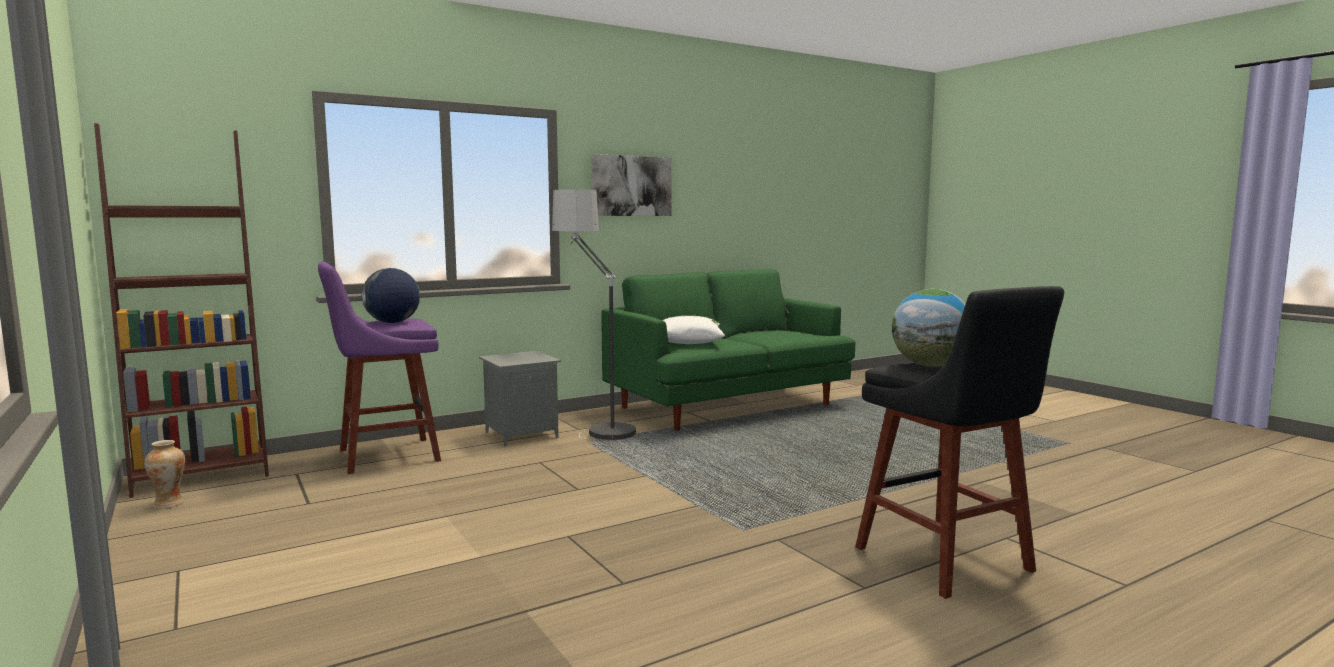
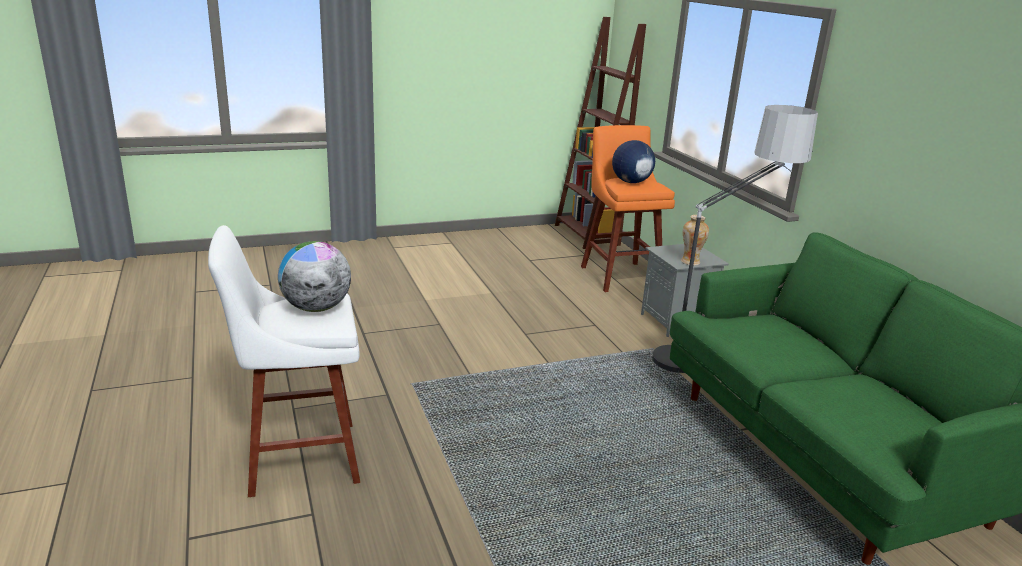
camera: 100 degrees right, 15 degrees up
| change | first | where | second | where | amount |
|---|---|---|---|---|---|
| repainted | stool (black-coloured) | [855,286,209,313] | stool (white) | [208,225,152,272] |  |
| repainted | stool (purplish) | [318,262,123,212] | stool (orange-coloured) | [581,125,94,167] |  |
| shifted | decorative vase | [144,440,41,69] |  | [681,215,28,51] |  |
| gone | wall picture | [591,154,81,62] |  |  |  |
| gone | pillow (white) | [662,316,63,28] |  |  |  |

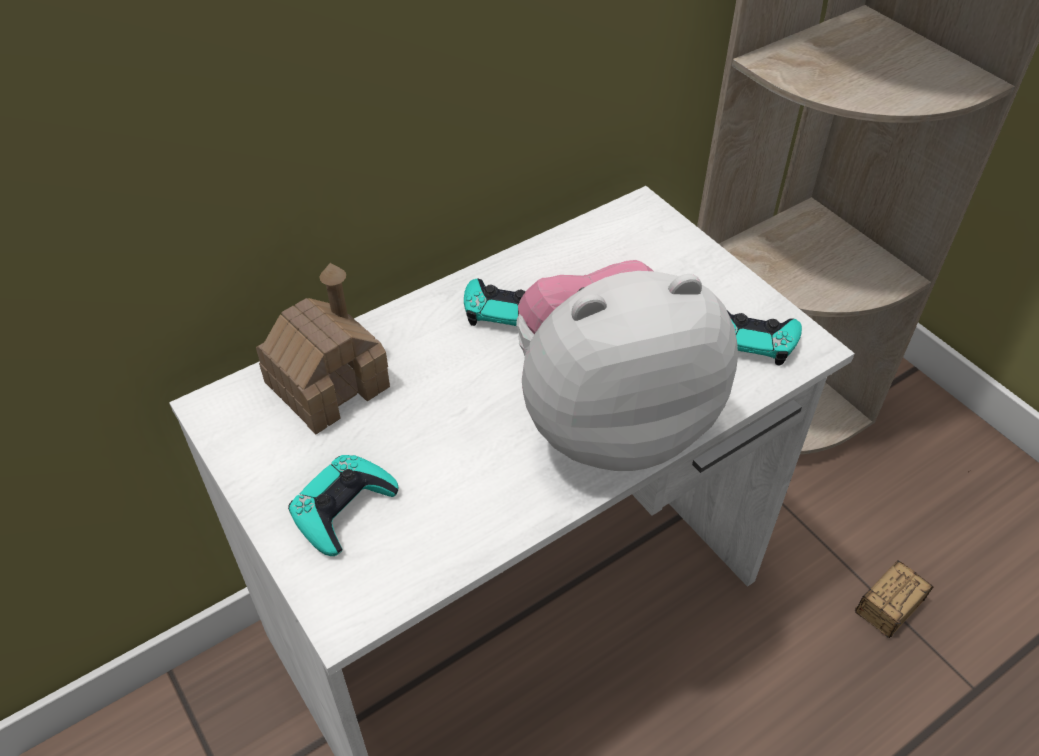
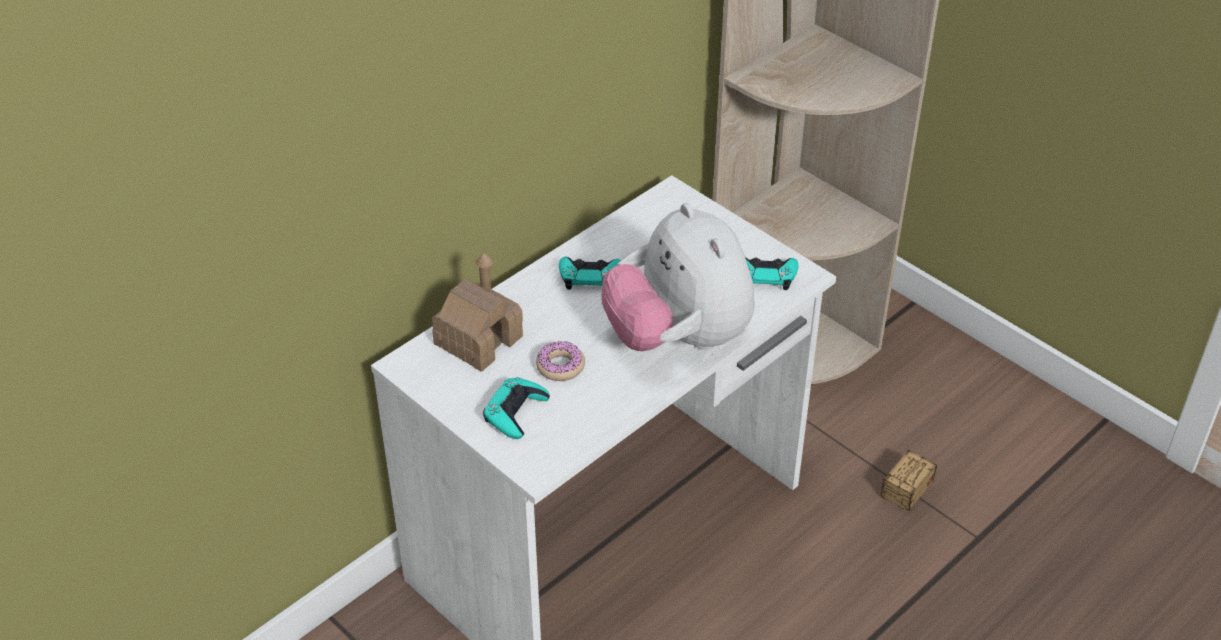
camera: 10 degrees left, 5 degrees down
| change | first | where | second | where | amount |
|---|---|---|---|---|---|
| new |  |  | donut | [536,341,49,40] |  |
| rotated | plush toy | [516,260,222,211] |  | [602,203,153,148] | 90 degrees counterclockwise |

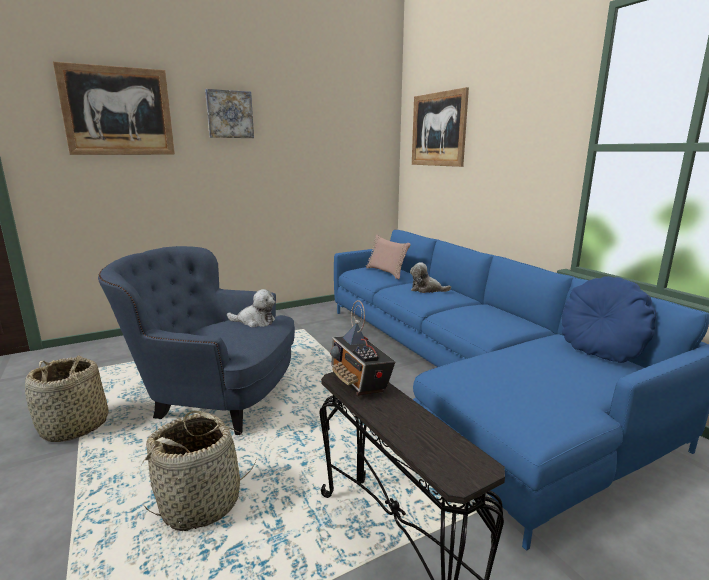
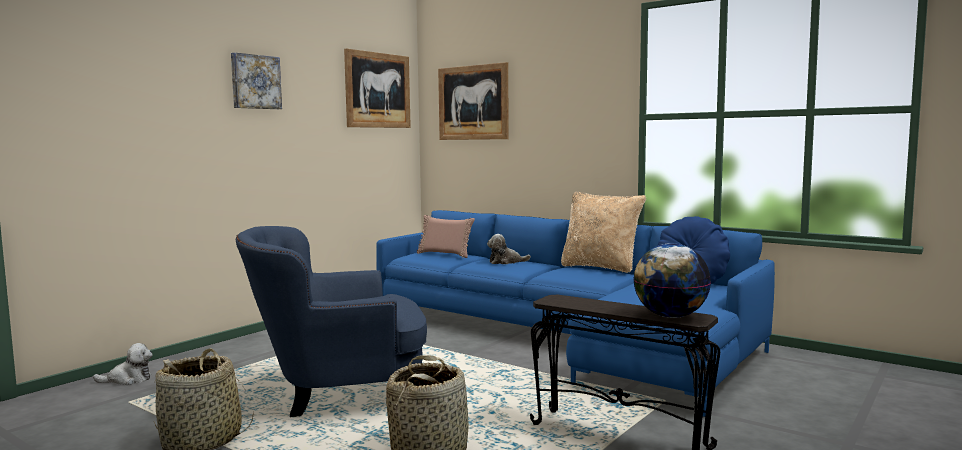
camera: 25 degrees left, 10 degrees down
| change | first | where | second | where | amount |
|---|---|---|---|---|---|
| shifted | plush toy | [227,289,48,38] |  | [93,343,60,42] |  |
| shifted | wall picture | [53,62,122,93] |  | [344,48,67,80] |  |
| new |  |  | pillow (beige-coloured) | [561,192,85,81] |  |
| new |  |  | desk globe | [633,243,78,75] |  |
| gone | radio set | [330,300,65,96] |  |  |  |

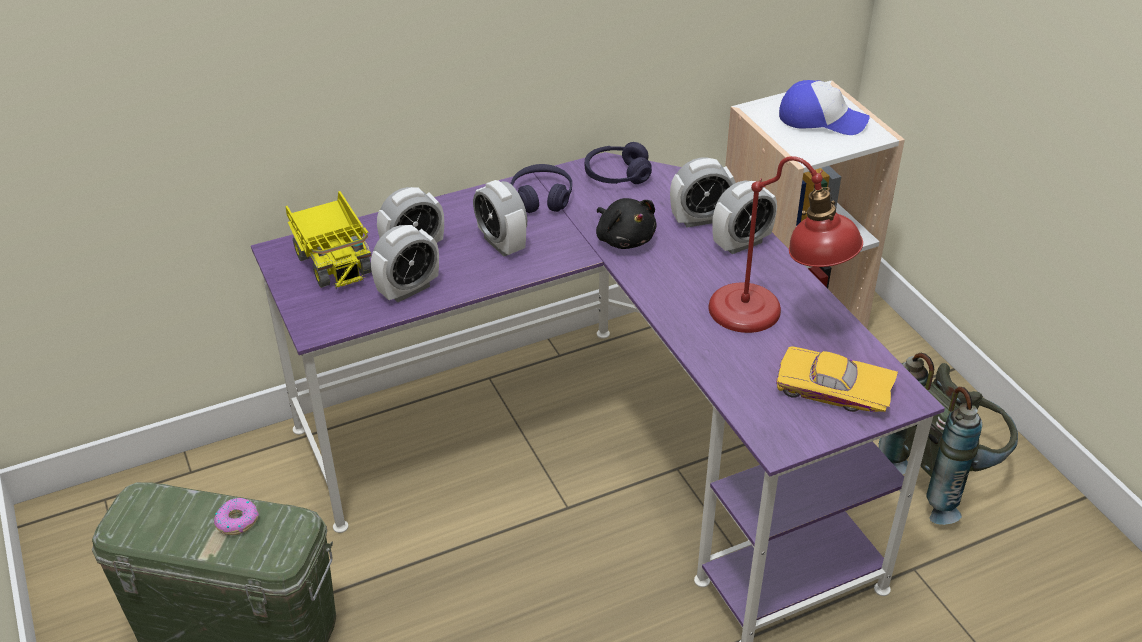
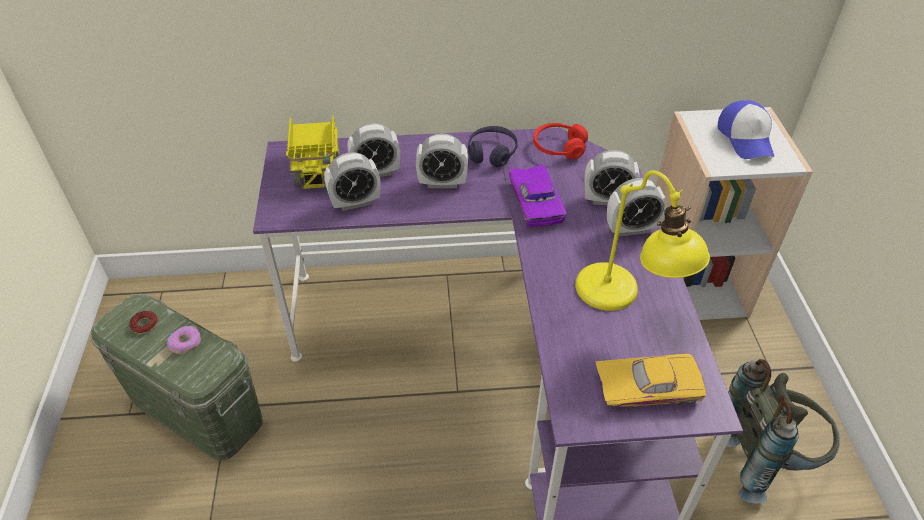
camera: 20 degrees right, 5 degrees up
| change | first | where | second | where | amount |
|---|---|---|---|---|---|
| new |  |  | donut | [129,311,29,23] |  |
| rotated | bedside clock | [473,180,54,76] |  | [416,133,52,55] | 75 degrees counterclockwise |
| swapped | plush toy (black-coloured) | [596,198,61,51] | model car (purplish) | [508,164,59,63] |  |
| repainted | pair of headphones (purplish) | [585,142,67,42] | pair of headphones (reddish) | [533,123,55,36] |  |
| repainted | tabletop lamp (reddish) | [709,156,154,177] | tabletop lamp (yellow) | [575,171,135,140] |  |
| rotated | model car (yellow) | [776,346,122,66] |  | [595,354,111,54] | 135 degrees clockwise |
| rotated | baseball cap | [779,80,91,55] |  | [718,100,56,59] | 45 degrees clockwise |

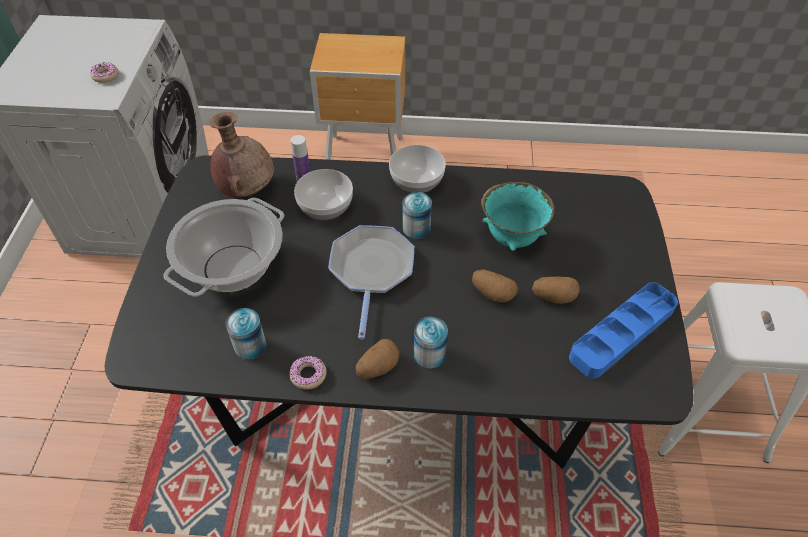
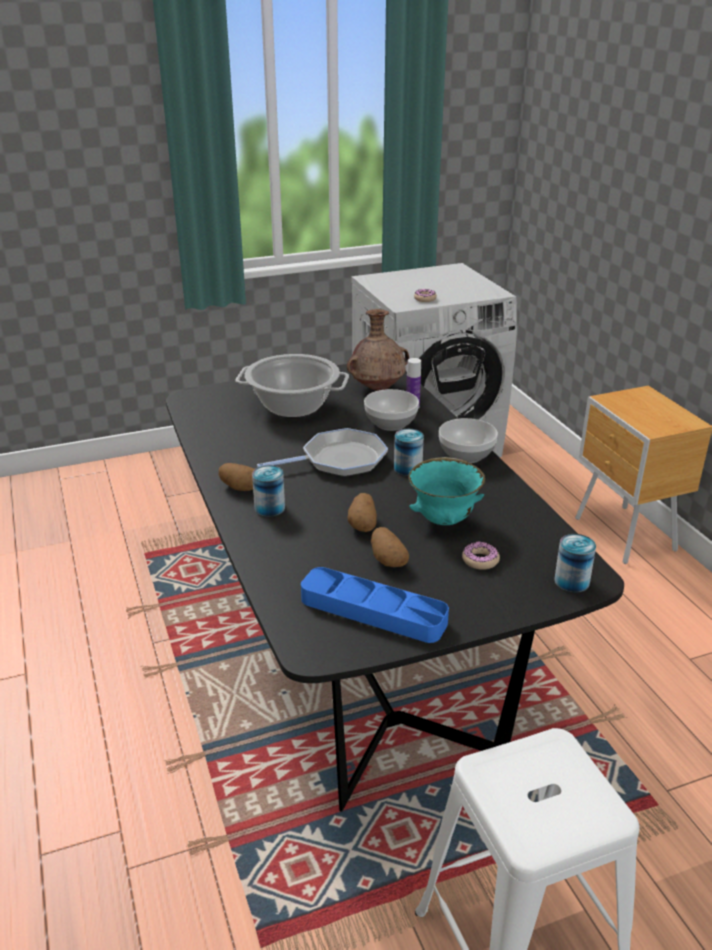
camera: 65 degrees right, 20 degrees down
| change | first | where | second | where | amount |
|---|---|---|---|---|---|
| shifted | donut | [289,356,37,34] |  | [462,541,38,29] |  |
| shifted | sealed can | [226,308,40,52] |  | [554,534,42,58] |  |

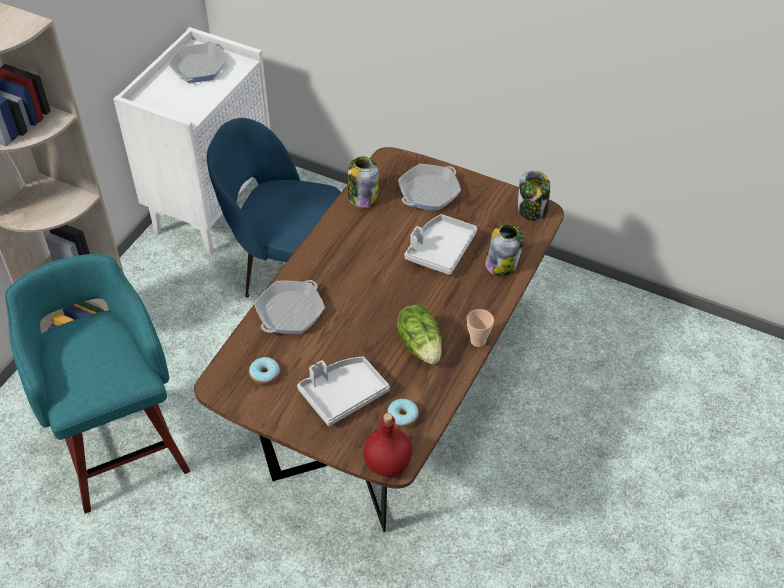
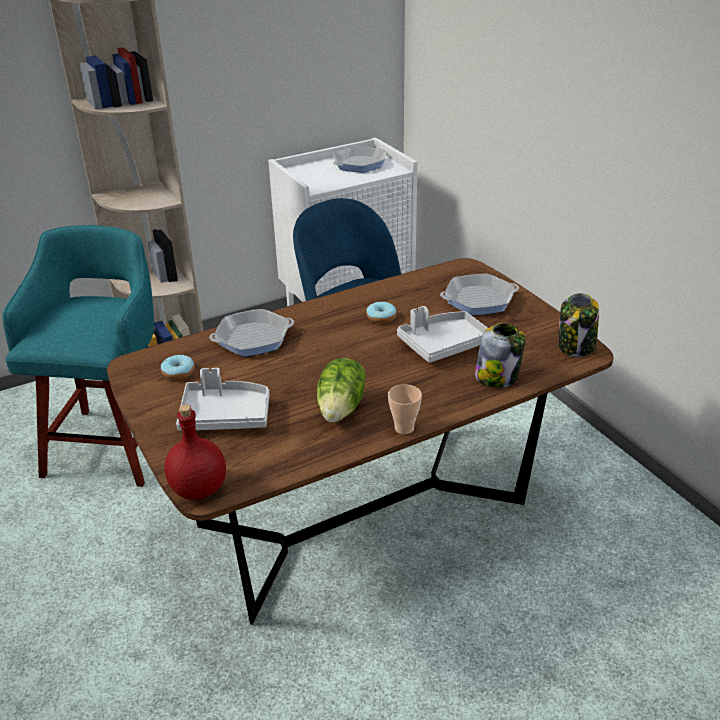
camera: 35 degrees right, 15 degrees down
| change | first | where | second | where | amount |
|---|---|---|---|---|---|
| shifted | donut | [387,399,32,28] |  | [366,302,31,22] |  |
| gone | jar | [348,157,31,51] |  |  |  |

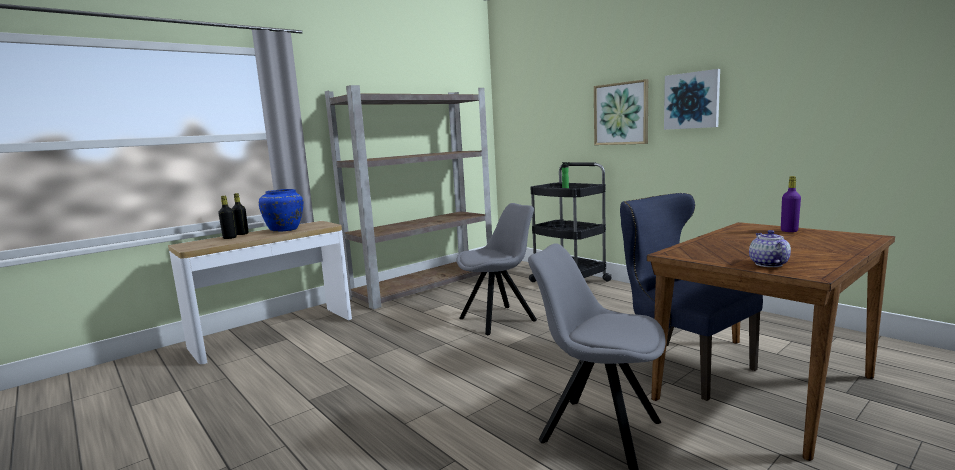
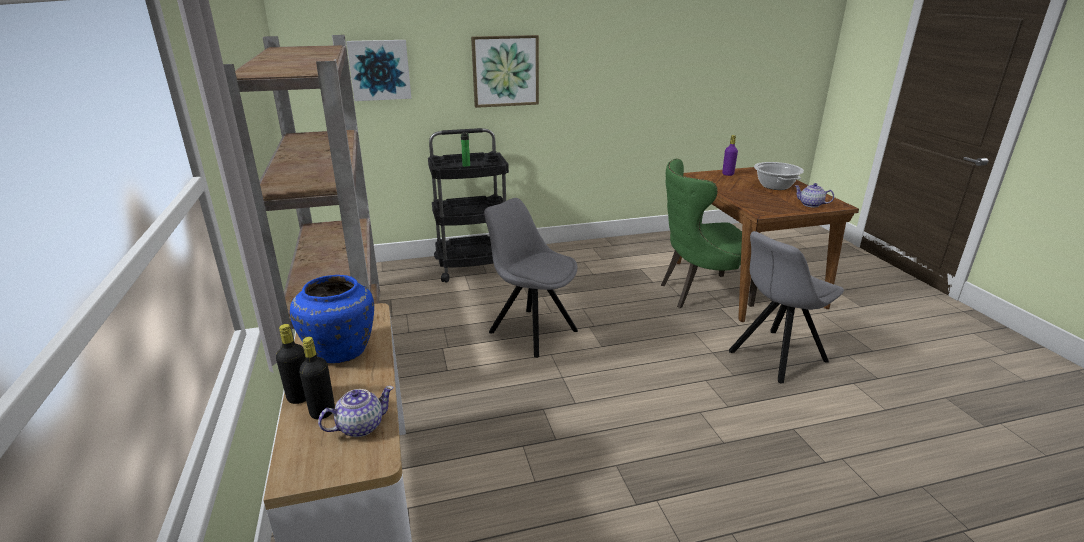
camera: 65 degrees left, 15 degrees up
| change | first | where | second | where | amount |
|---|---|---|---|---|---|
| new |  |  | teapot | [318,386,76,51] |  |
| shifted | wall picture | [664,69,56,61] |  | [346,40,65,61] |  |
| rotated | upright chair (grey) | [457,203,80,132] |  | [484,198,94,160] | 45 degrees counterclockwise |
| repainted | upright chair (bluish) | [620,193,143,208] | upright chair (green) | [661,159,96,149] |  |
| new |  |  | stockpot | [754,162,50,28] |  |

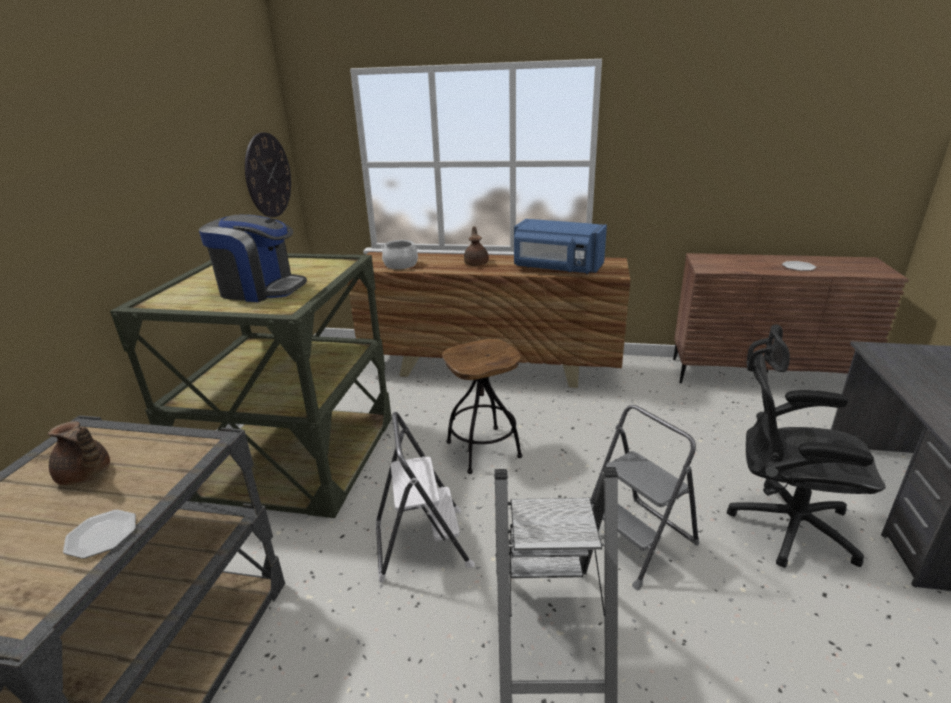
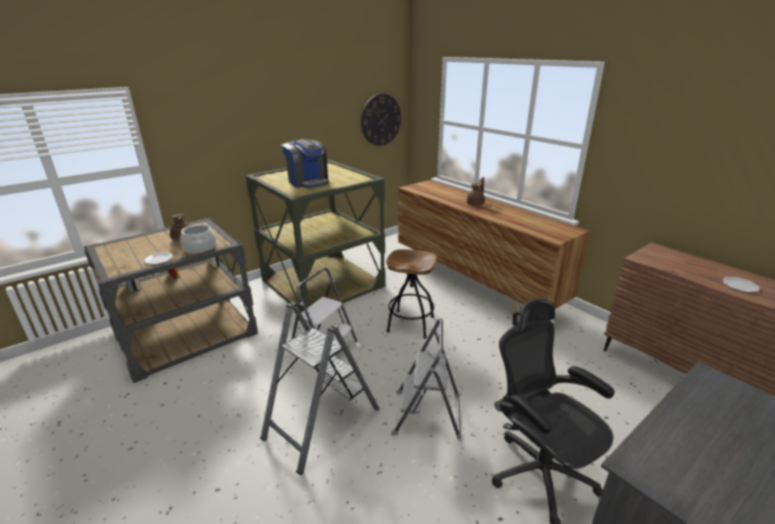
camera: 40 degrees right, 0 degrees up
| change | first | where | second | where | amount |
|---|---|---|---|---|---|
| shifted | stockpot | [381,240,37,29] |  | [180,224,36,29] |  |
| gone | kitchen microwave (bluish) | [514,219,93,55] |  |  |  |

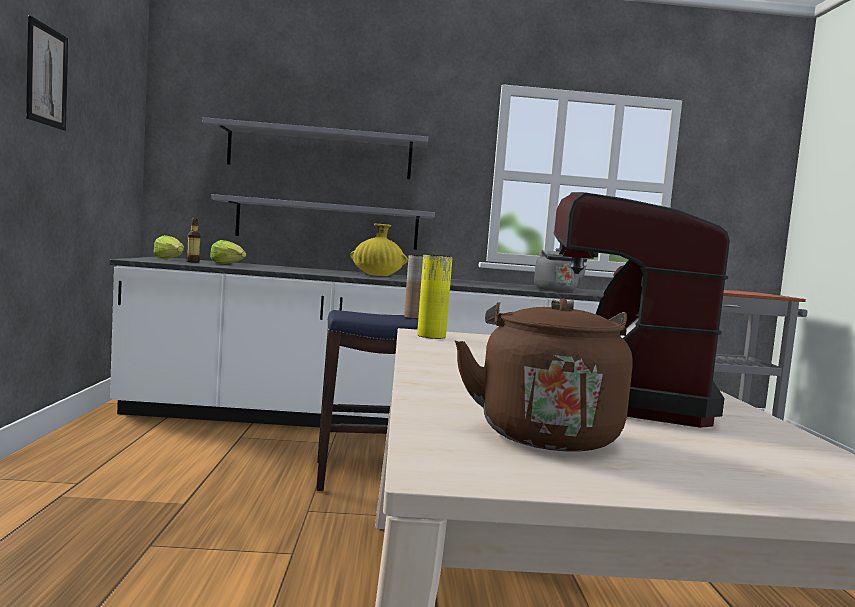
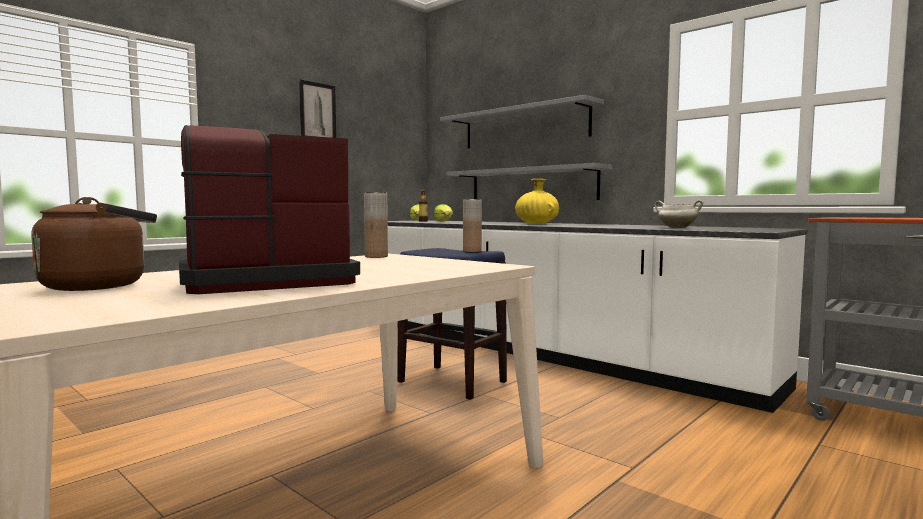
camera: 45 degrees right, 0 degrees up
| change | first | where | second | where | amount |
|---|---|---|---|---|---|
| repainted | decorative vase (yellow) | [417,254,35,85] | decorative vase (brown) | [364,192,24,66] |  |
| swapped | tea kettle (grey) | [534,248,53,44] | stockpot (white) | [655,200,48,28] |  |

